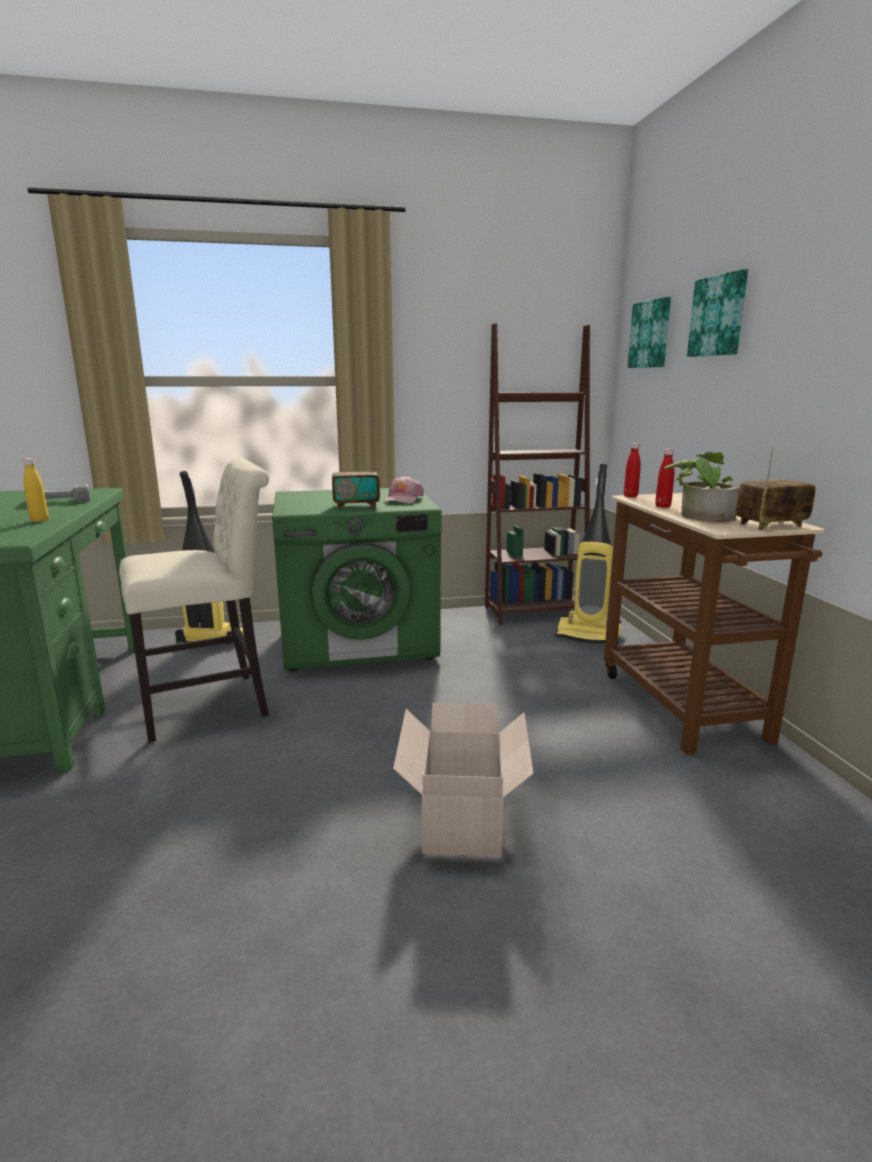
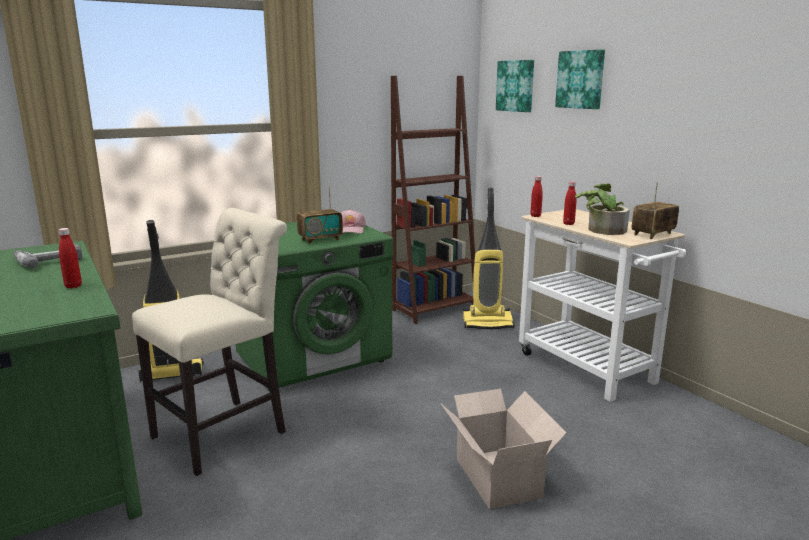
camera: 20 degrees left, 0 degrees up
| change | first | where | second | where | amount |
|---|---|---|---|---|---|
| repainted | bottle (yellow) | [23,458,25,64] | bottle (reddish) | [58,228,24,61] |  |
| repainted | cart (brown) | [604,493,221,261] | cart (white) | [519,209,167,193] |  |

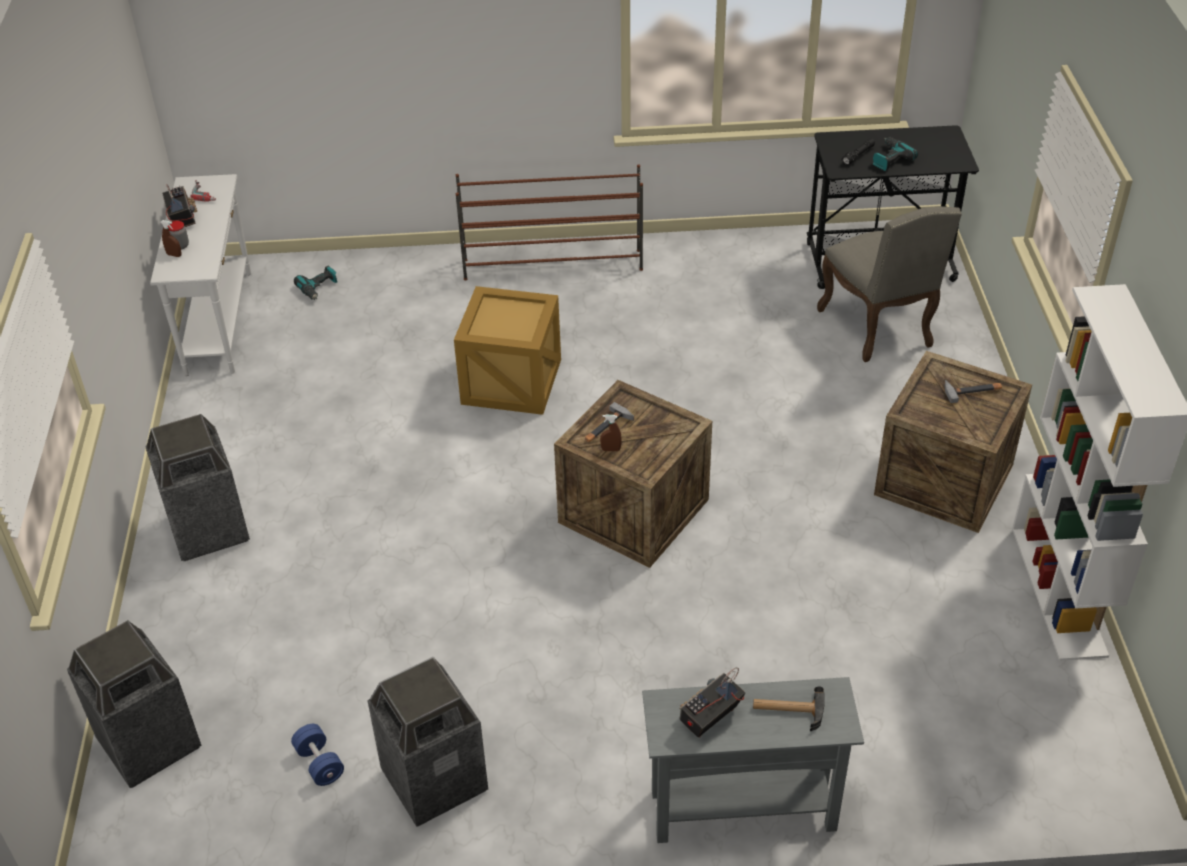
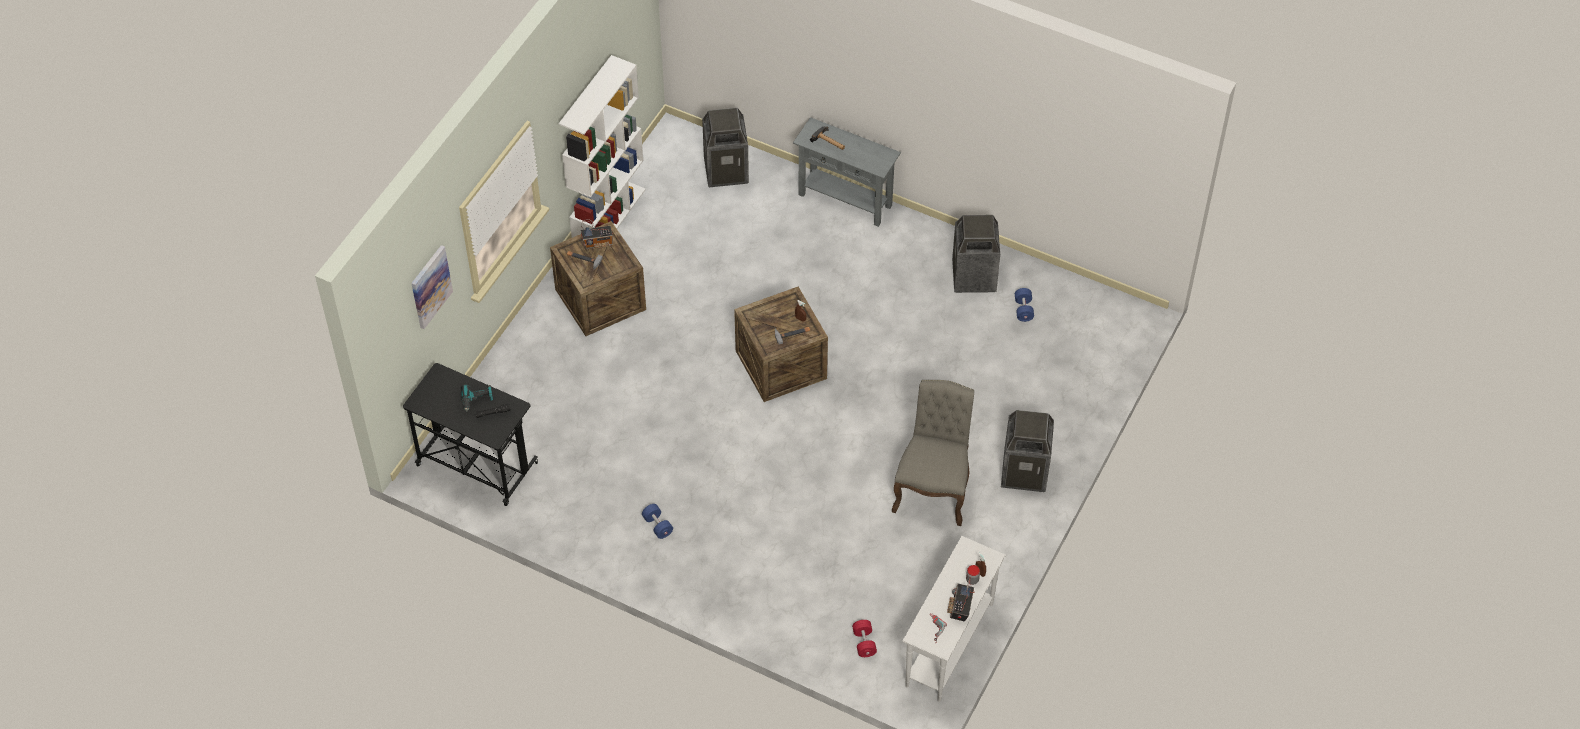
camera: 150 degrees left, 10 degrees up
| change | first | where | second | where | amount |
|---|---|---|---|---|---|
| new |  |  | wall picture | [411,245,42,84] |  |
| shifted | radio set | [679,667,66,71] |  | [581,219,32,31] |  |
| new |  |  | dumbbell (bluish) | [642,504,31,35] |  |
| shifted | rubbish bin | [67,620,135,168] |  | [702,108,47,79] |  |
| swapped | drill | [294,266,43,34] | dumbbell (reddish) | [852,620,25,37] |  |
| shifted | upright chair (grey) | [817,206,145,156] |  | [892,380,82,146] |  |
| gone | packing crate | [454,286,107,129] |  |  |  |
| gone | shoe shelf (brown) | [456,164,187,116] |  |  |  |

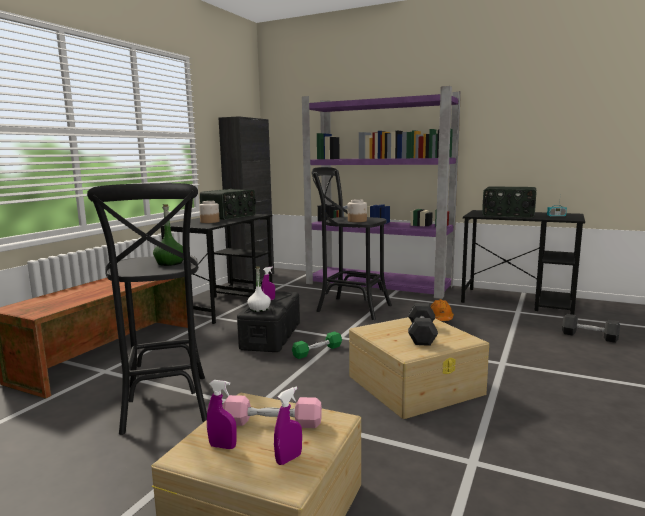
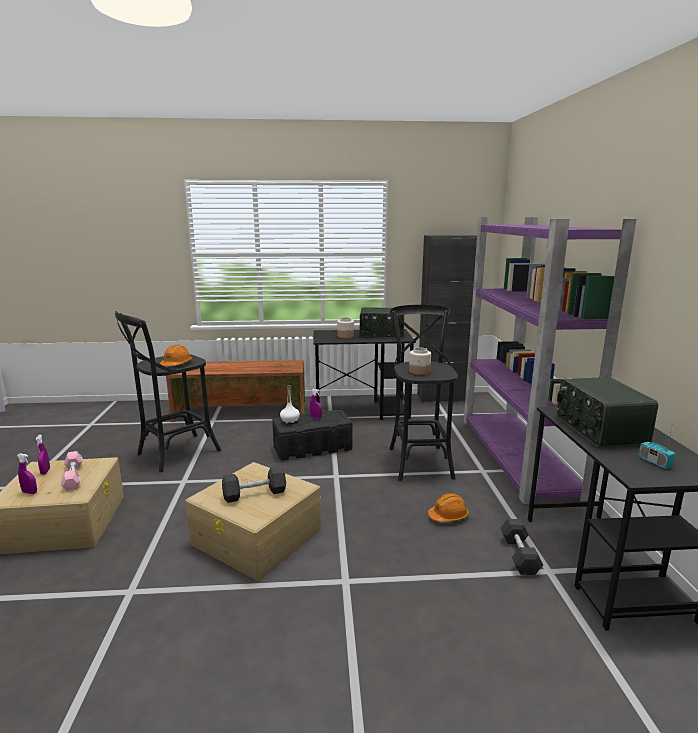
camera: 60 degrees right, 5 degrees up
| change | first | where | second | where | amount |
|---|---|---|---|---|---|
| swapped | bottle (green) | [153,204,30,62] | safety helmet (orange-coloured) | [160,344,32,22] |  |
| shifted | dumbbell (black-coloured) | [562,314,58,29] |  | [500,519,43,56] |  |
| gone | dumbbell (green) | [292,332,50,27] |  |  |  |

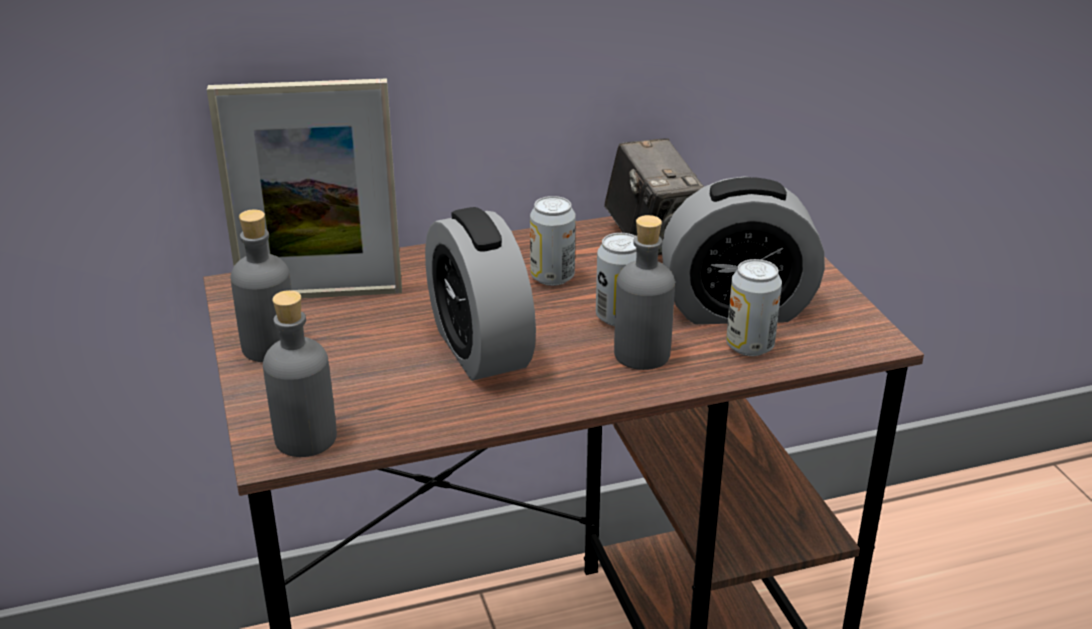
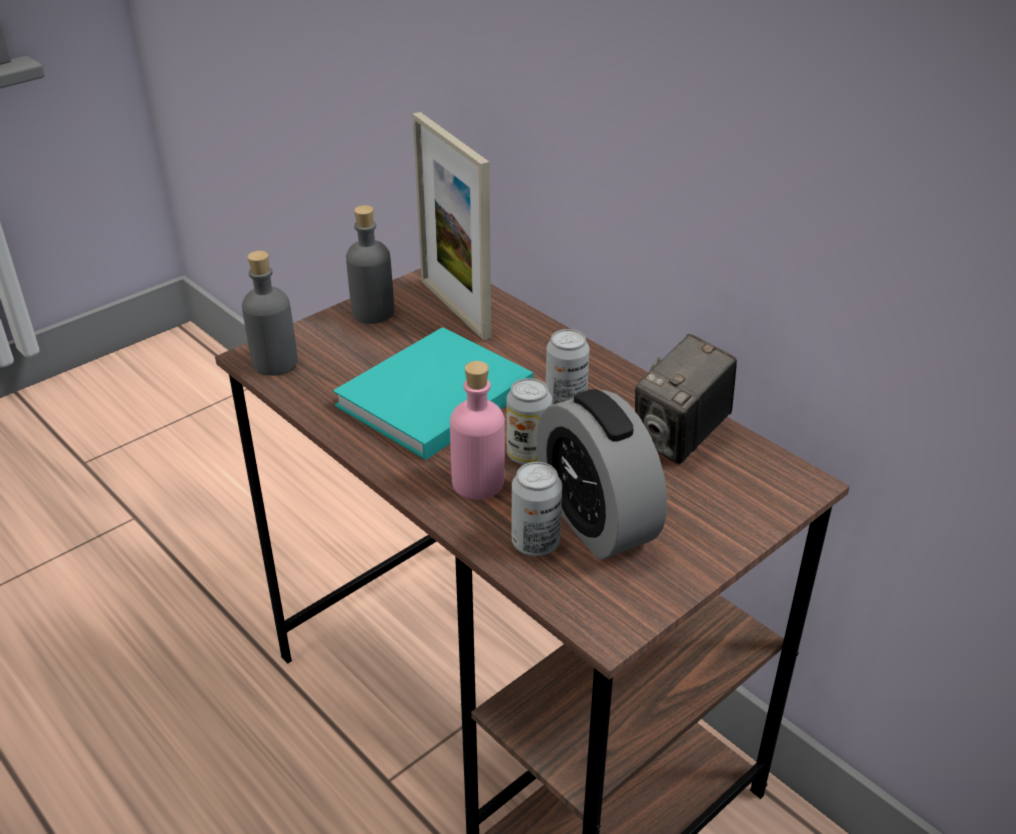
camera: 65 degrees right, 5 degrees up
| change | first | where | second | where | amount |
|---|---|---|---|---|---|
| swapped | bedside clock | [425,207,111,174] | book (turquoise-coloured) | [333,327,200,133] |  |
| repainted | bottle (grey) | [614,215,61,155] | bottle (pink) | [450,361,55,139] |  |

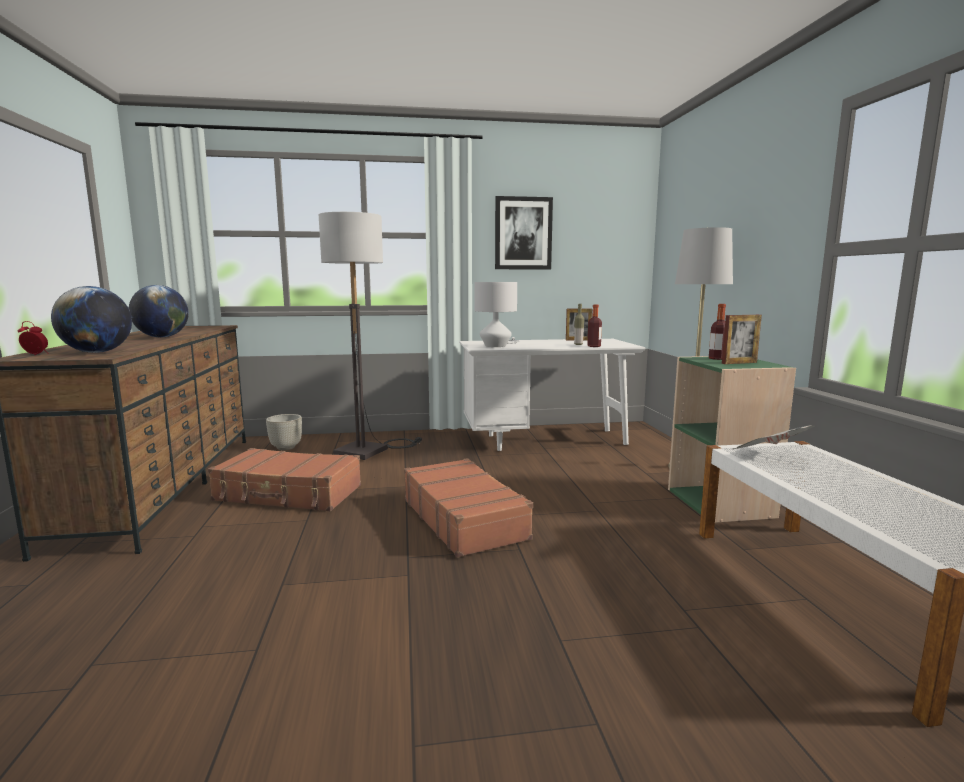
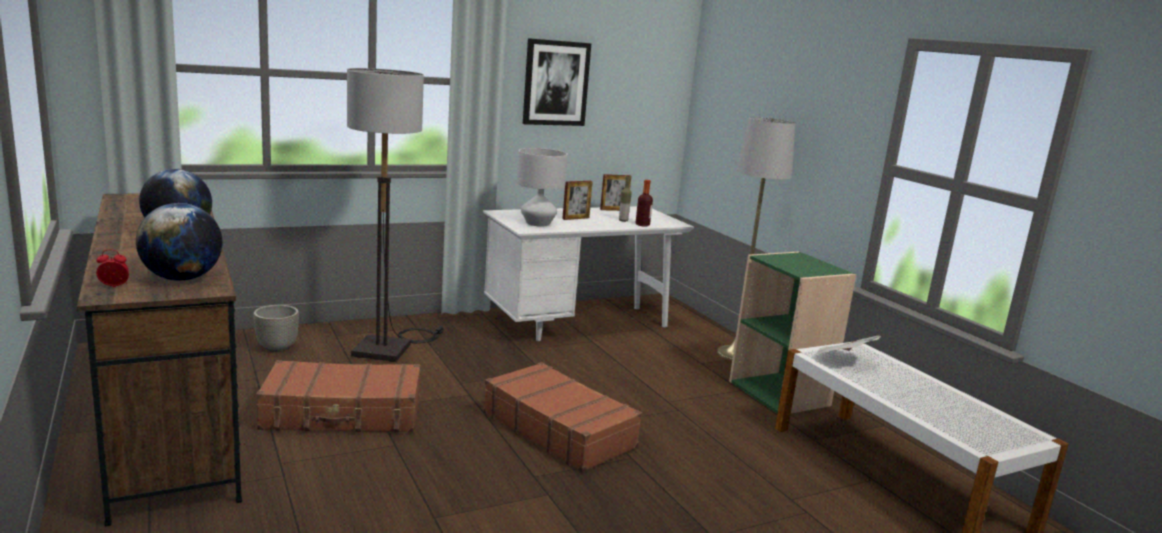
camera: 20 degrees left, 5 degrees up
| change | first | where | second | where | amount |
|---|---|---|---|---|---|
| shifted | photo frame | [722,315,40,49] |  | [562,181,31,39] |  |
| gone | bottle | [709,304,17,56] |  |  |  |

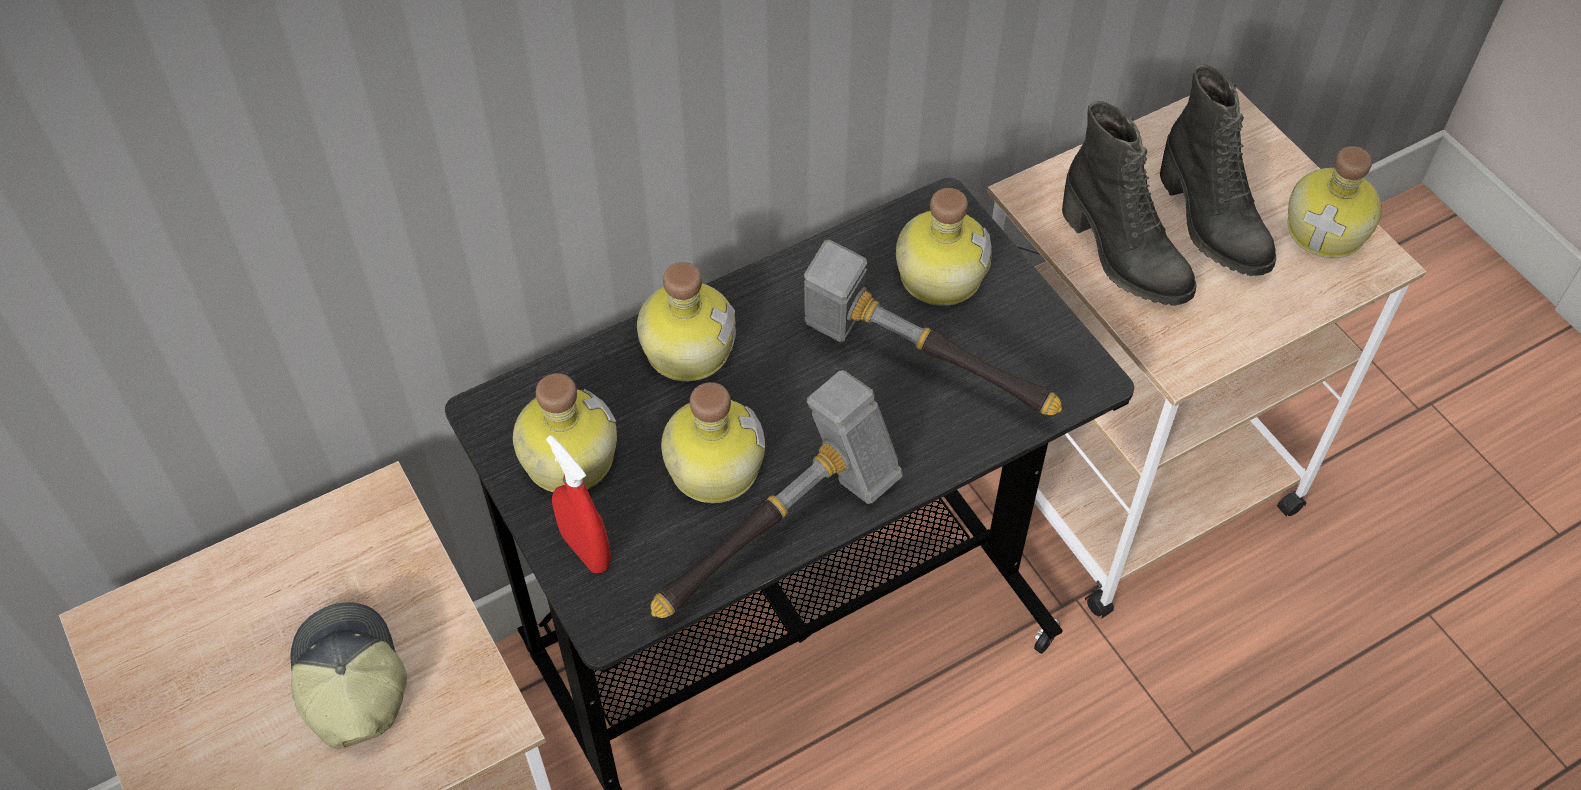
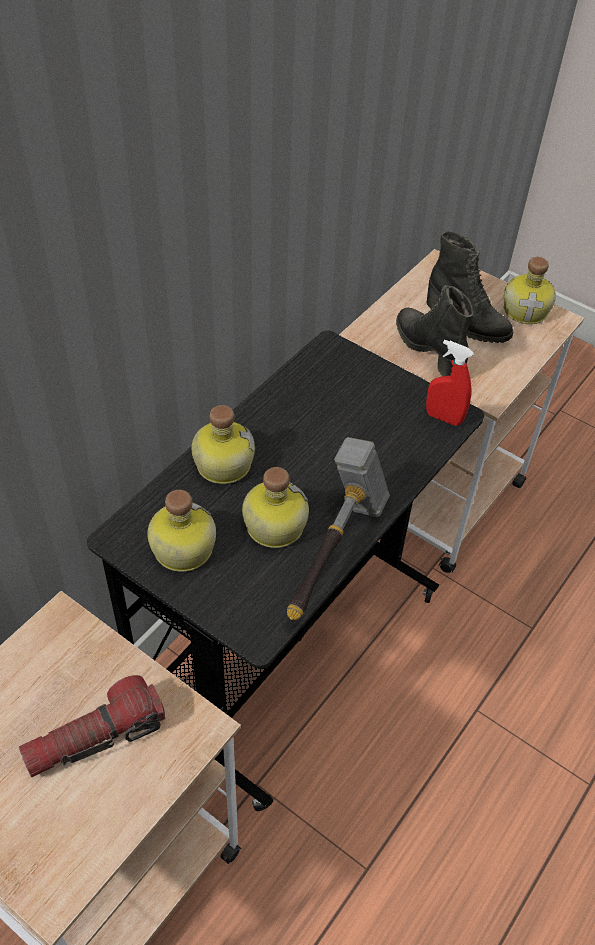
camera: 25 degrees left, 5 degrees down
| change | first | where | second | where | amount |
|---|---|---|---|---|---|
| swapped | baseball cap | [290,602,117,147] | hand torch | [19,675,146,102] |  |
| rotated | high-top boot (black-coloured) | [1062,101,135,205] |  | [396,285,78,91] | 150 degrees counterclockwise |
| shifted | sprayer (reddish) | [546,435,65,138] |  | [426,339,47,87] |  |
| gone | tool hammer | [804,239,258,176] |  |  |  |
| gone | bottle | [896,188,96,118] |  |  |  |

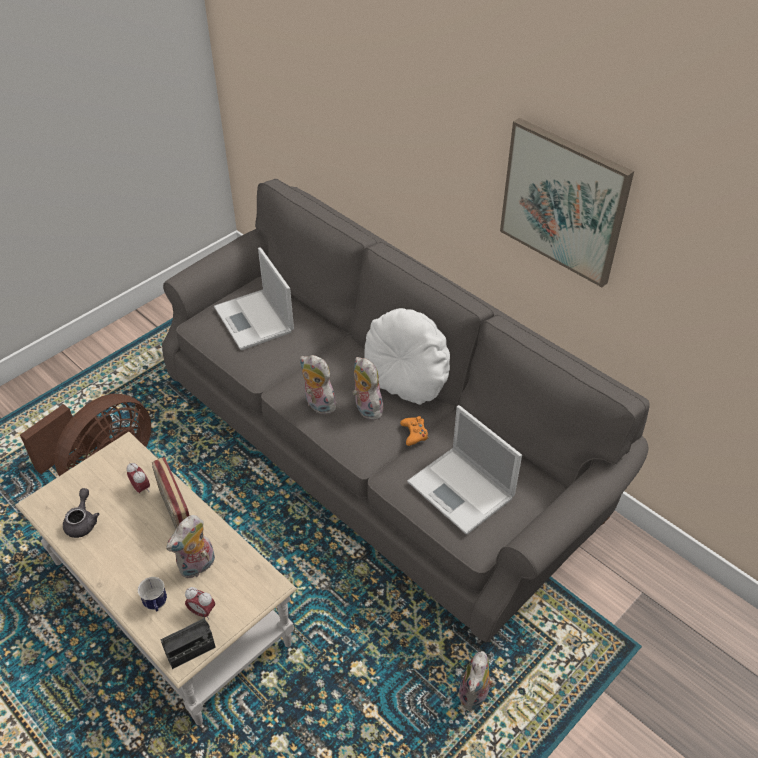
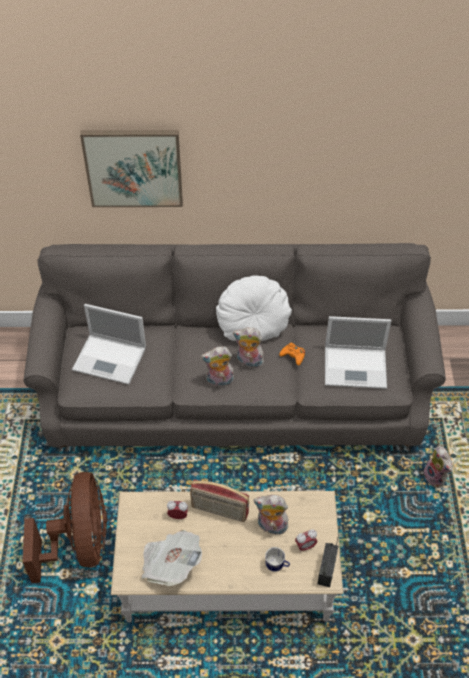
camera: 45 degrees left, 5 degrees up
| change | first | where | second | where | amount |
|---|---|---|---|---|---|
| shifted | wall picture | [500,118,134,169] |  | [80,130,103,77] |  |
| swapped | teapot (grey) | [63,488,37,50] | printed paper | [142,530,60,56] |  |
| rotated | plush toy | [166,515,49,64] |  | [253,495,36,40] | 105 degrees clockwise |

